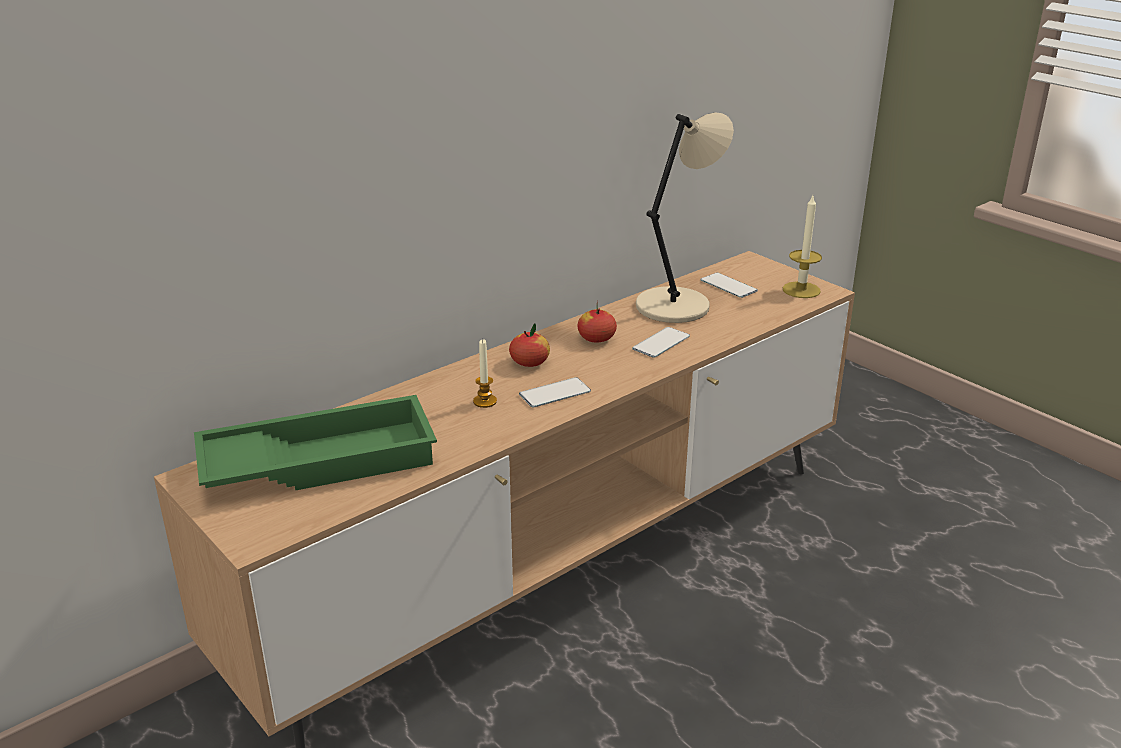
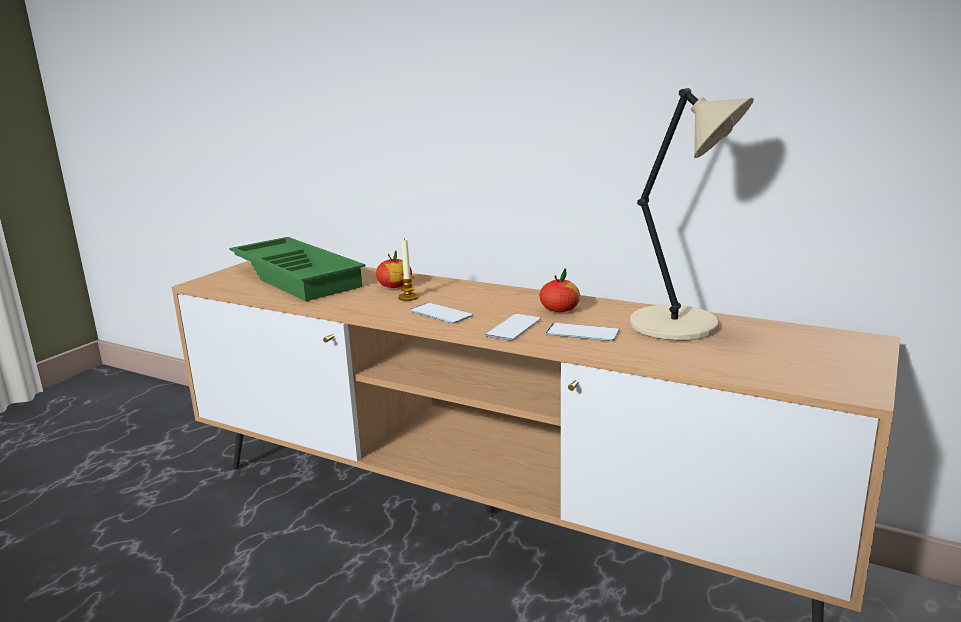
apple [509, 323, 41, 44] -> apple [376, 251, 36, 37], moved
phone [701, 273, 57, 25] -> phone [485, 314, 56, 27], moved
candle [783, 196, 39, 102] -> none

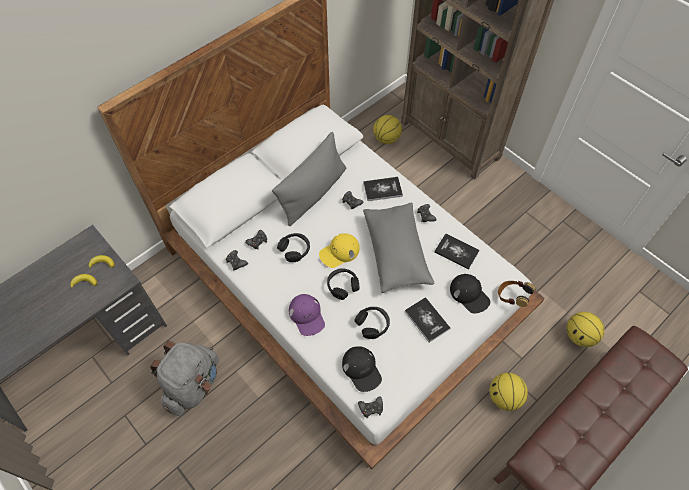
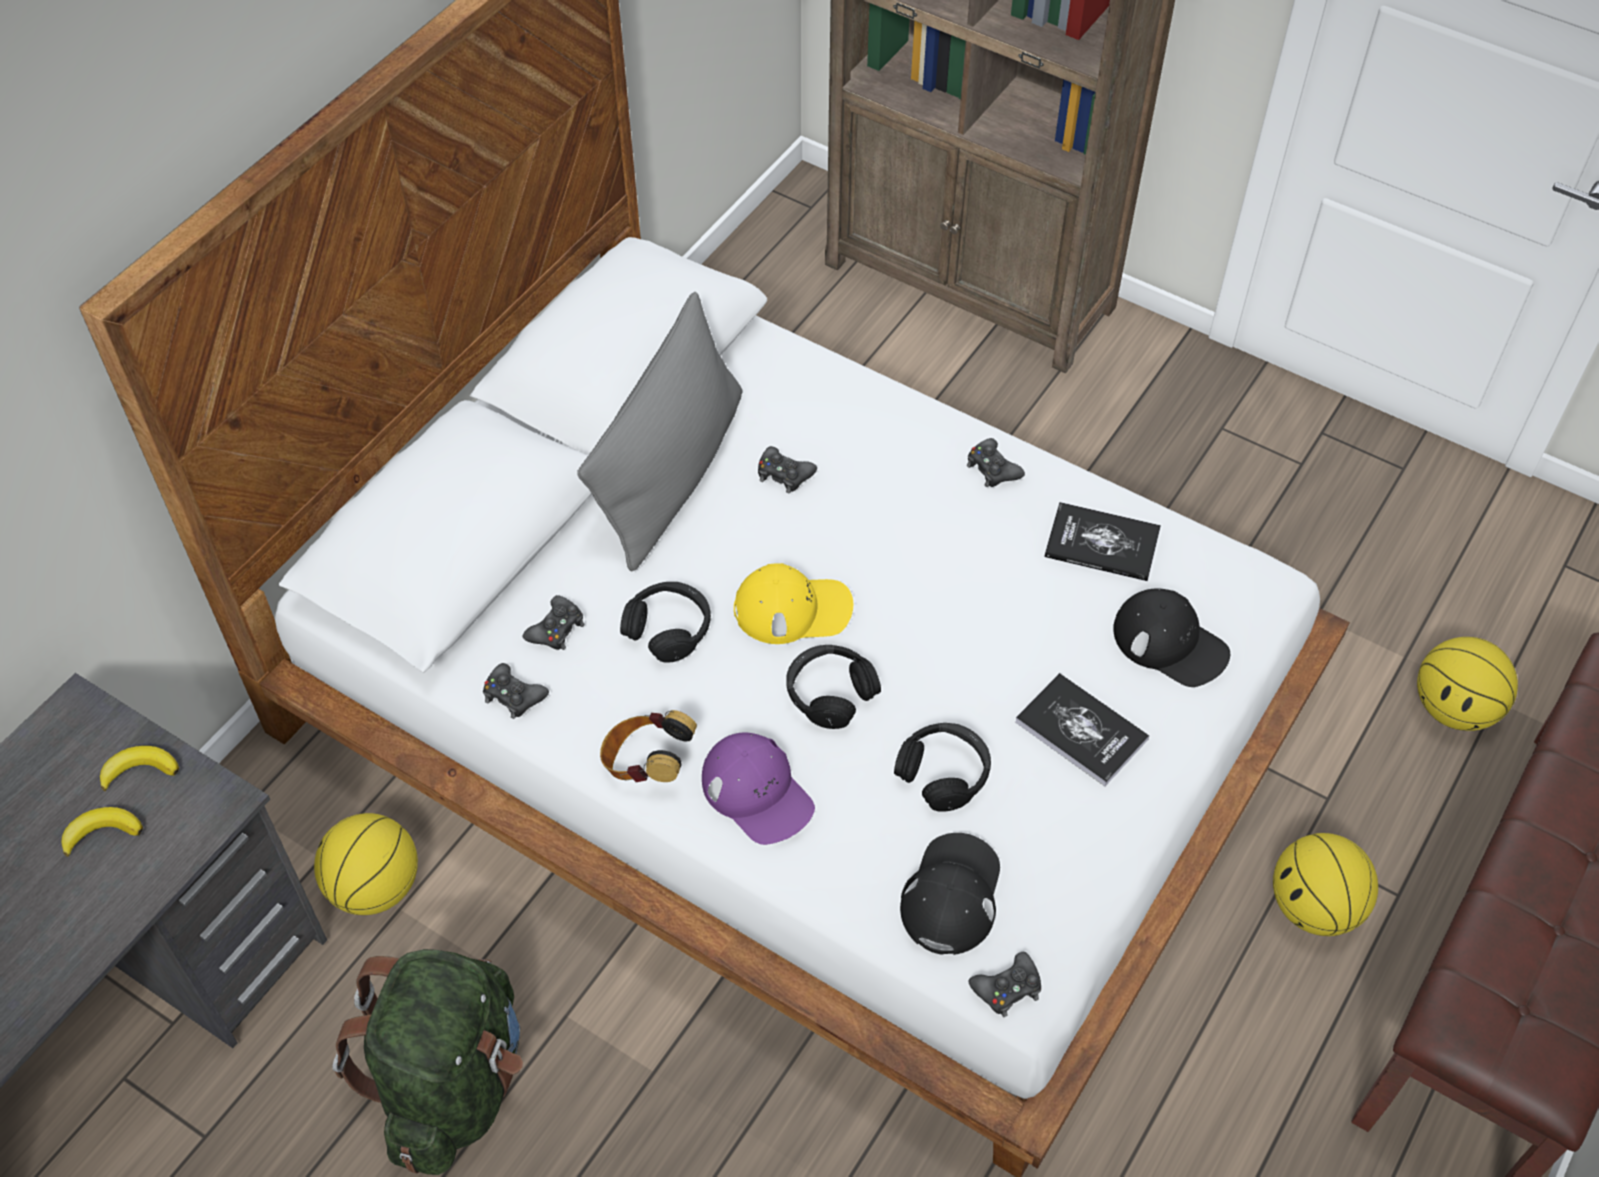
grey backpack [150, 340, 69, 76] -> green backpack [332, 949, 191, 226]
yellow cap [319, 233, 41, 35] -> yellow cap [734, 563, 119, 81], 135 degrees counterclockwise
black cap [342, 346, 40, 46] -> black cap [900, 833, 100, 122], 120 degrees counterclockwise
book [363, 177, 40, 24] -> none
grey pillow [363, 203, 72, 90] -> none
basketball [373, 115, 29, 29] -> basketball [314, 813, 104, 102], moved
headphones [498, 281, 38, 26] -> headphones [600, 710, 97, 72], moved

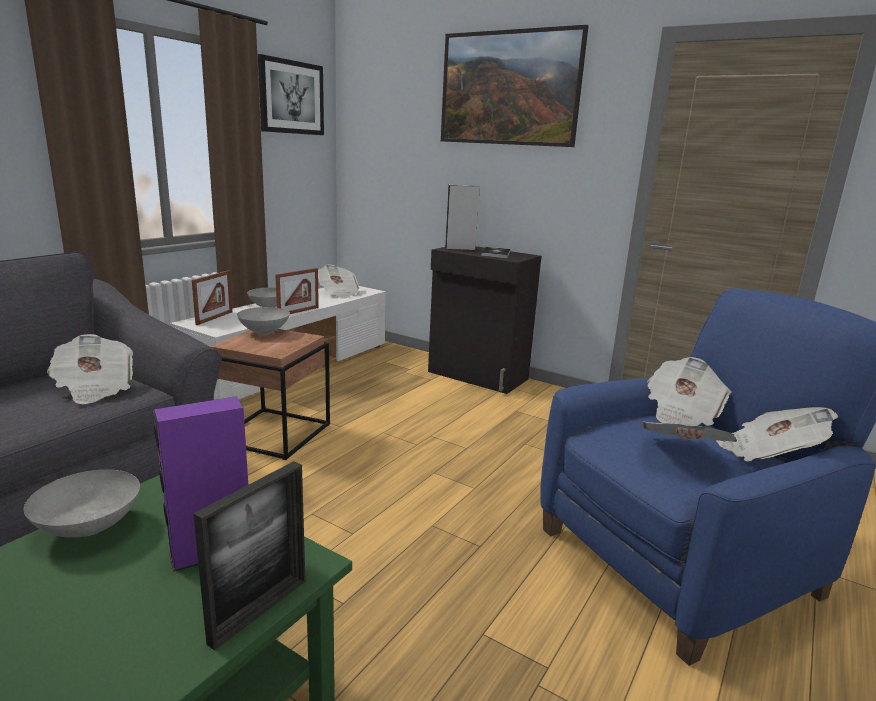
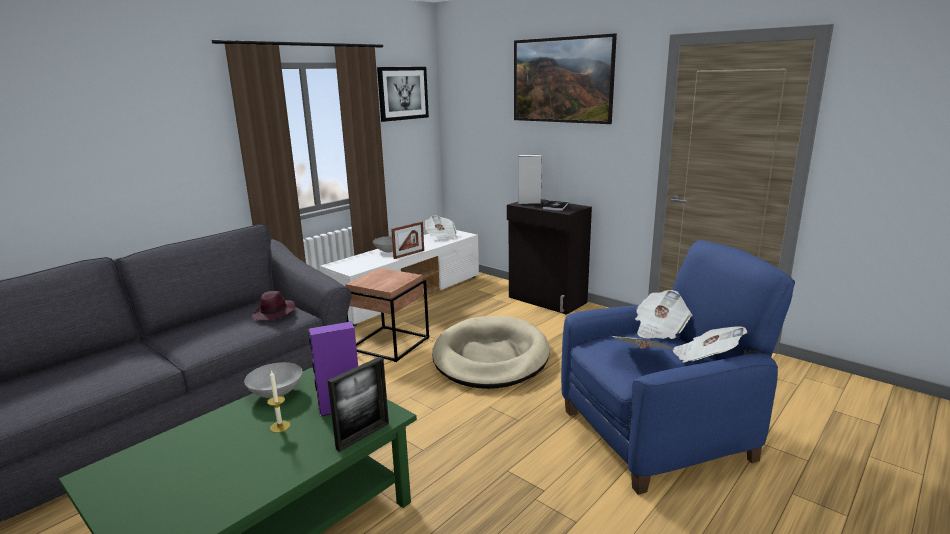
newspaper [47, 334, 86, 70] -> purple hat [251, 291, 44, 30]
picture frame [192, 270, 40, 55] -> none
grey bowl [237, 307, 53, 27] -> none
none -> candle [267, 370, 24, 63]
none -> beige dog bed [432, 316, 118, 73]

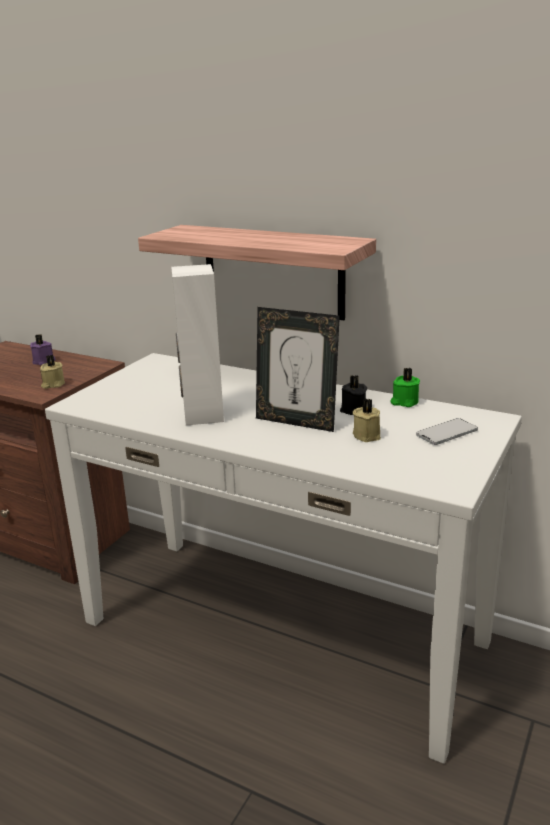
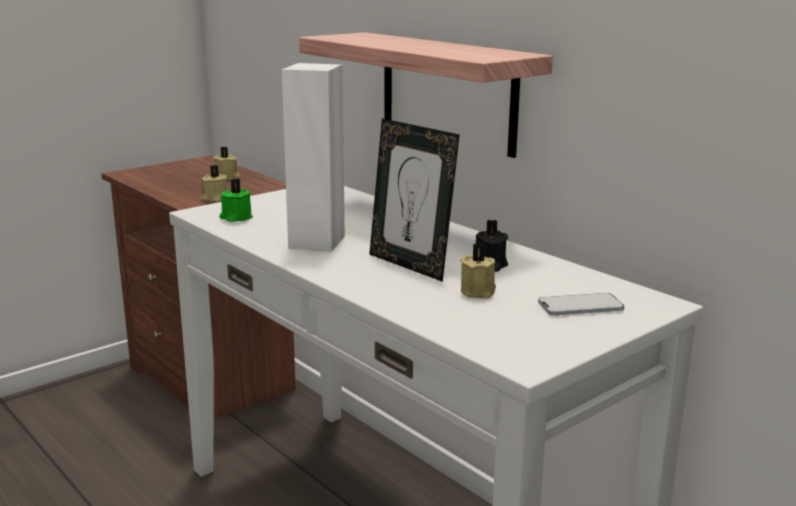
purple candle [30, 334, 26, 31] -> beige candle [214, 147, 26, 33]
green candle [390, 368, 30, 39] -> green candle [219, 179, 34, 43], moved

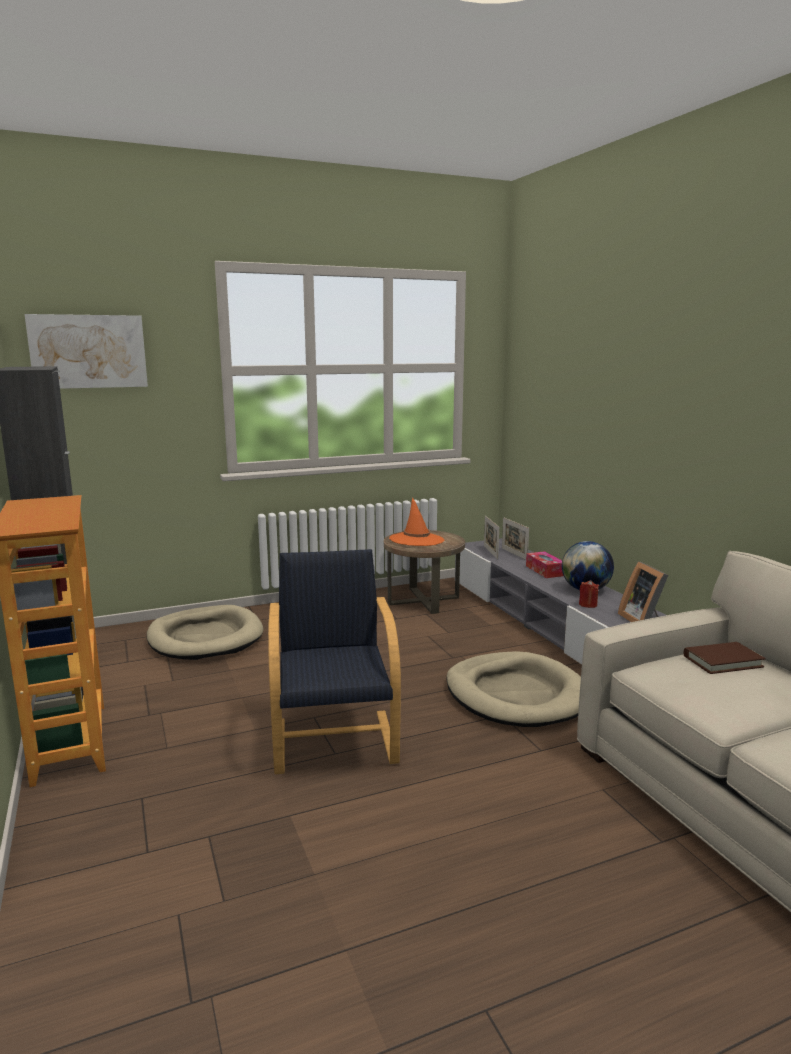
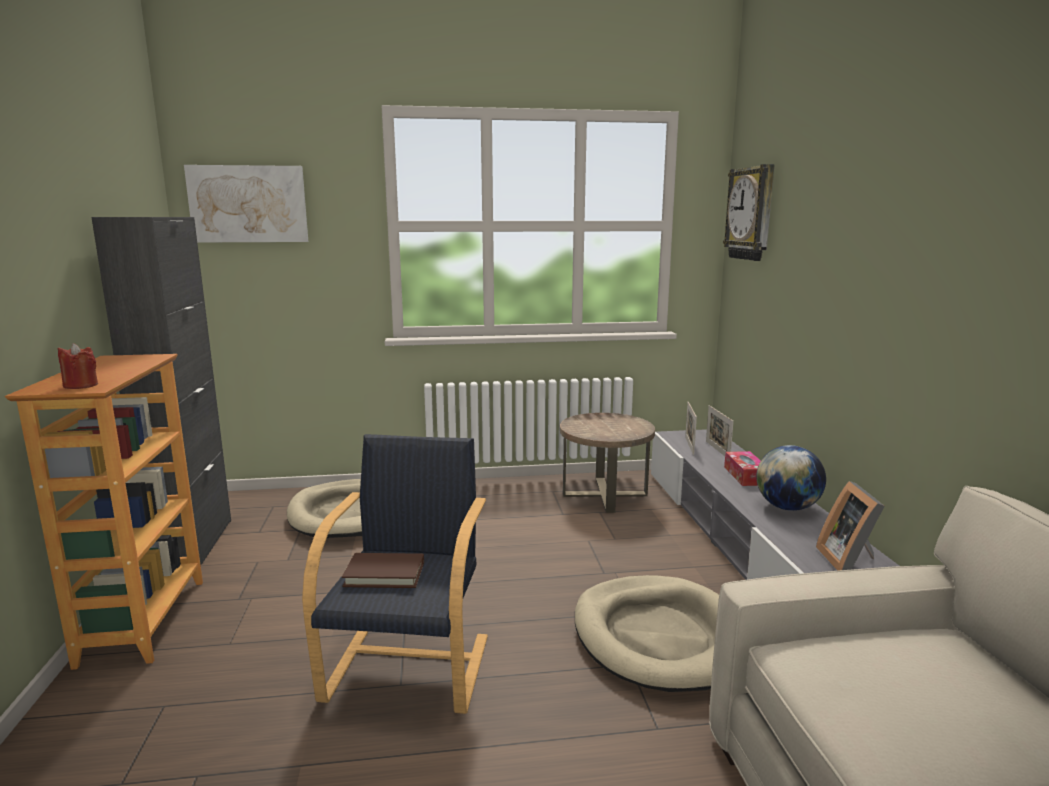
orange hat [389, 498, 55, 48] -> none
red candle [579, 580, 20, 28] -> red candle [58, 343, 40, 46], moved
brown book [684, 642, 82, 32] -> brown book [342, 553, 82, 35], moved
none -> wall clock [723, 164, 52, 97]

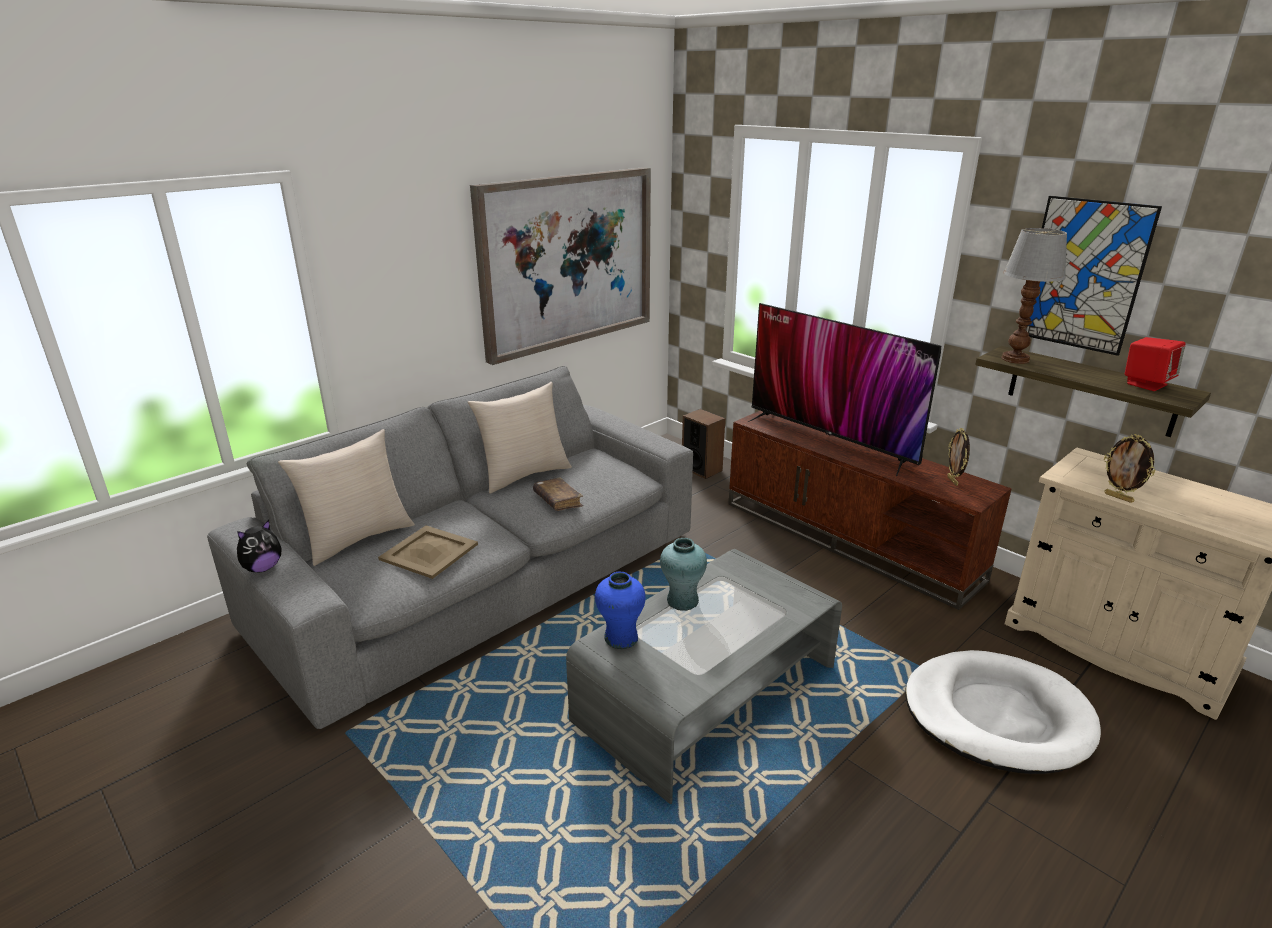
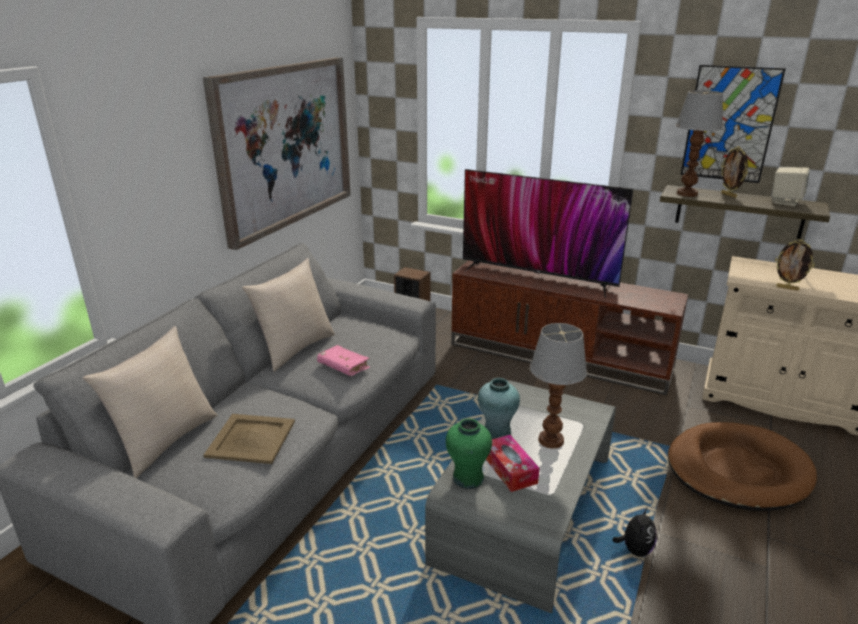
plush toy [237, 520, 44, 52] -> plush toy [612, 508, 45, 49], moved
brown book [533, 477, 50, 34] -> pink book [317, 345, 53, 31]
blue vase [595, 572, 51, 77] -> green vase [446, 418, 46, 71]
white dog bed [905, 650, 196, 124] -> brown dog bed [668, 422, 149, 89]
picture frame [947, 428, 23, 58] -> picture frame [721, 146, 27, 52], moved
red speaker [1125, 337, 60, 54] -> beige speaker [772, 167, 38, 39]
none -> tissue box [486, 435, 53, 57]
none -> table lamp [530, 323, 57, 126]

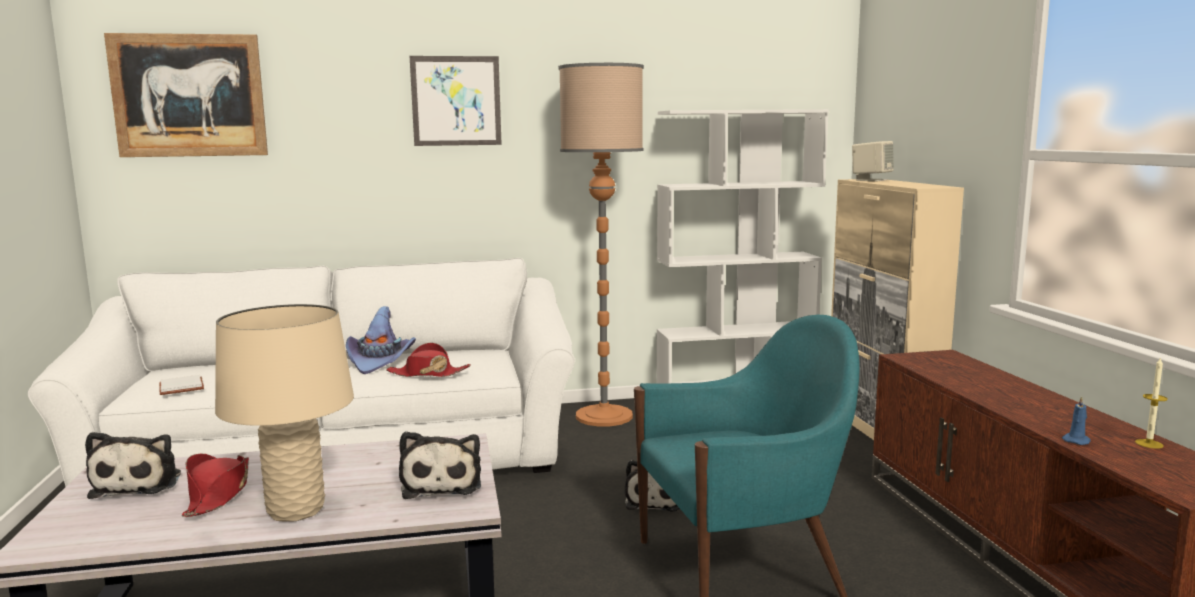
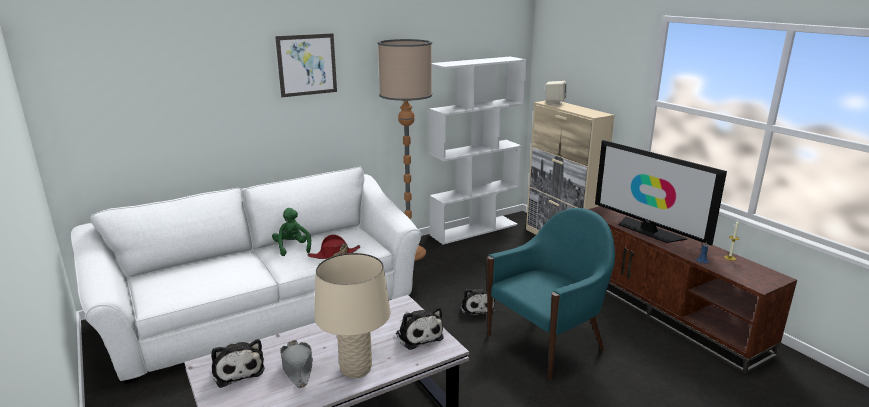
picture [104, 33, 164, 124] -> none
white book [159, 375, 45, 20] -> none
red hat [182, 454, 67, 63] -> grey hat [280, 340, 33, 48]
purple hat [346, 306, 70, 68] -> green plush toy [272, 208, 39, 48]
none -> television [595, 140, 132, 106]

